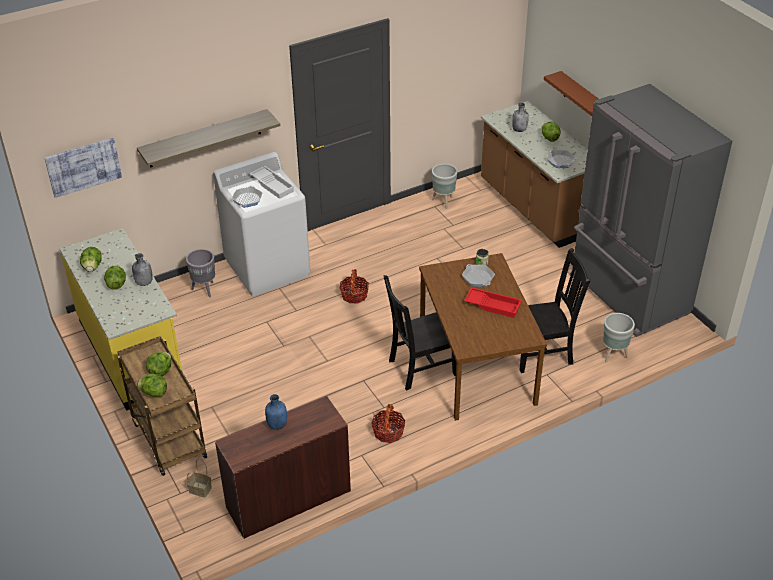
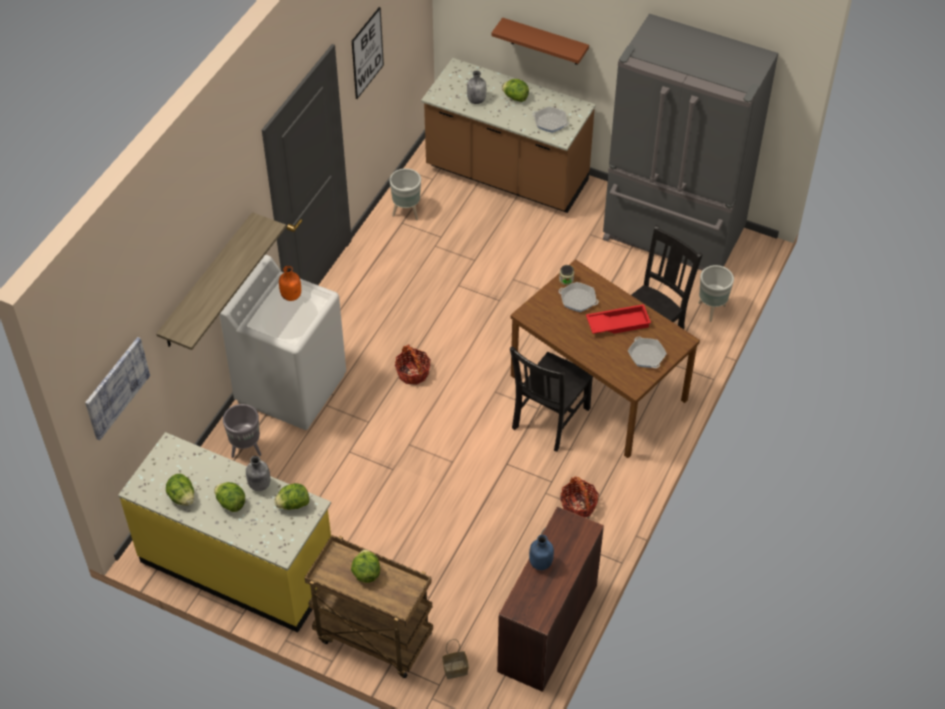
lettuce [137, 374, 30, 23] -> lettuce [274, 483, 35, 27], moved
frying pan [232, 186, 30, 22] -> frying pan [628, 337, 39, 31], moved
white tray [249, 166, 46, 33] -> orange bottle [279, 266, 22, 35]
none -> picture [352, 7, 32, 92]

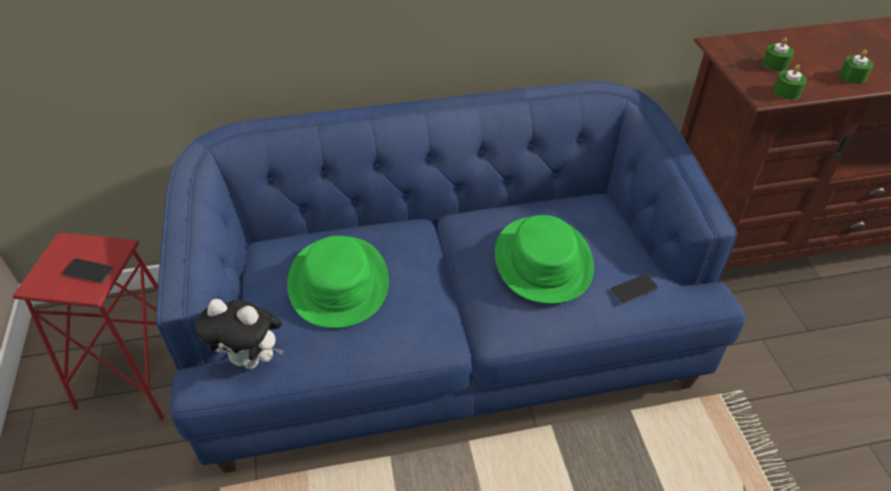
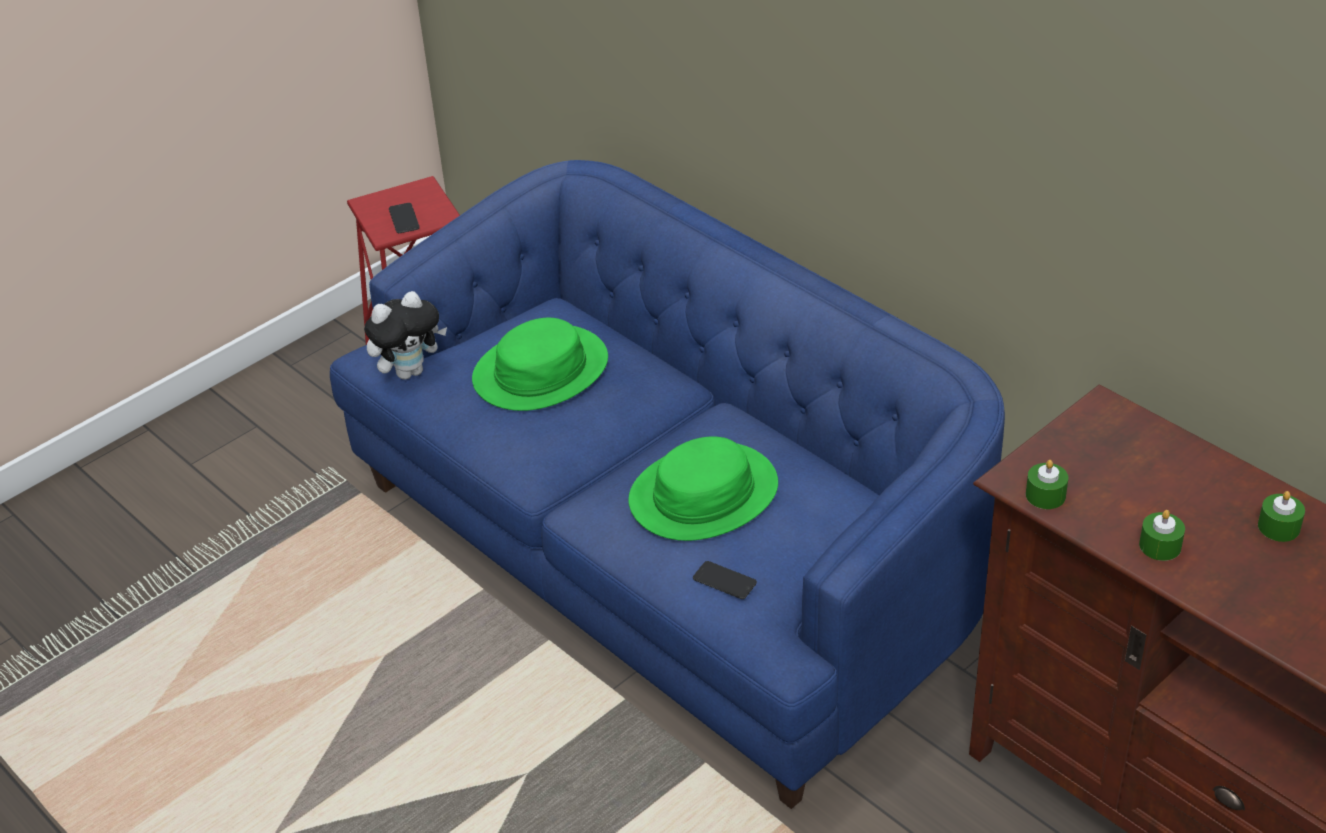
plush toy [195, 299, 89, 70] -> plush toy [364, 291, 83, 89], 105 degrees counterclockwise
green candle [762, 37, 32, 34] -> green candle [1258, 491, 47, 51], moved

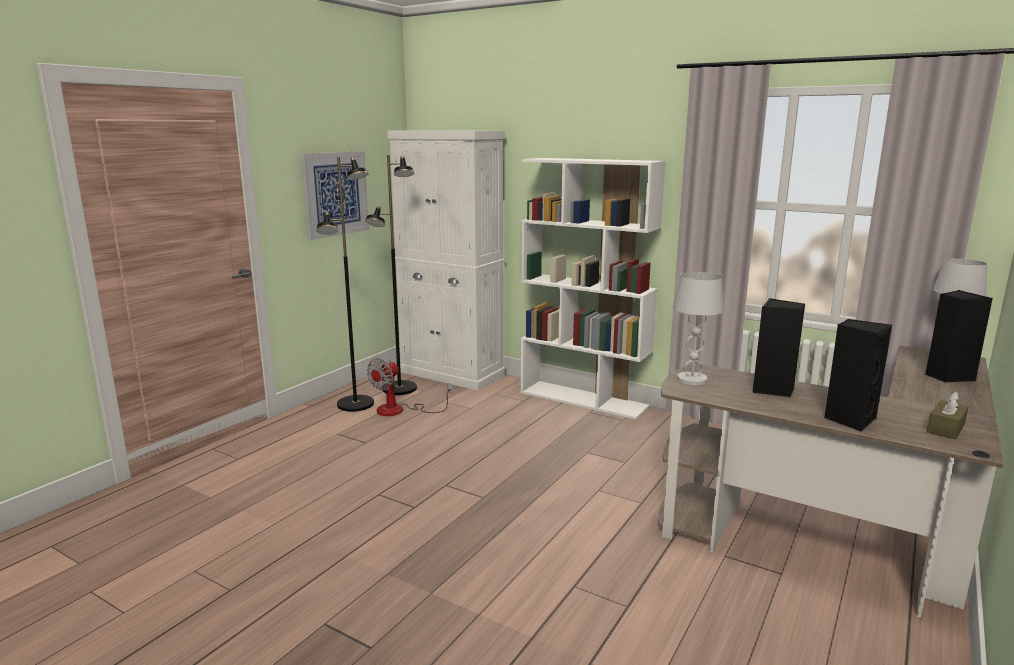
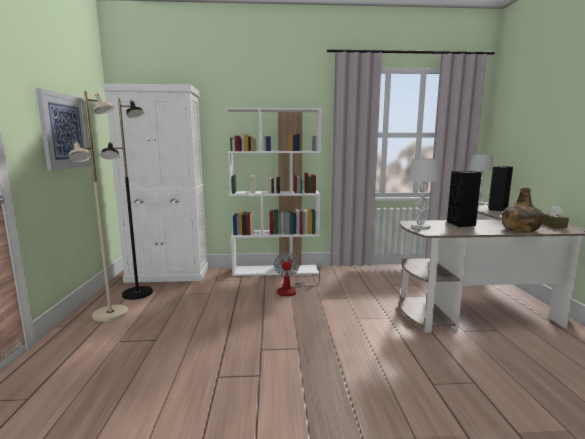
black floor lamp [316, 157, 58, 255] -> beige floor lamp [69, 91, 59, 231]
fan [367, 358, 86, 58] -> fan [274, 252, 48, 44], moved
black speaker [825, 319, 67, 113] -> green bottle [502, 188, 42, 44]

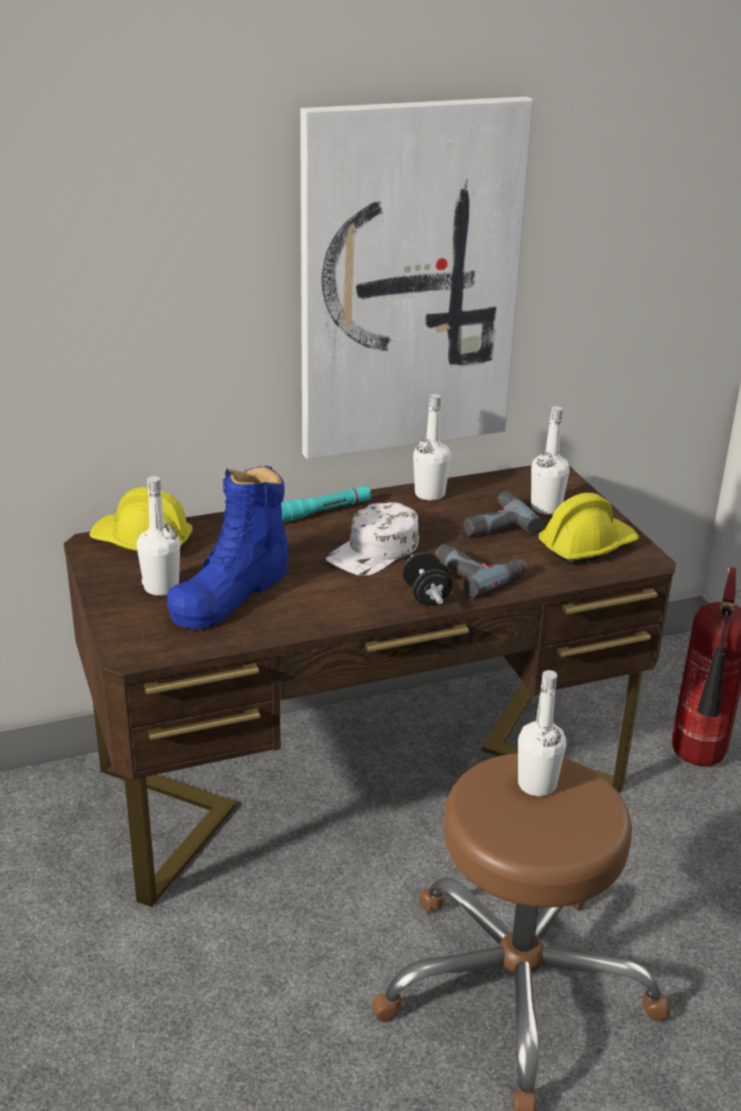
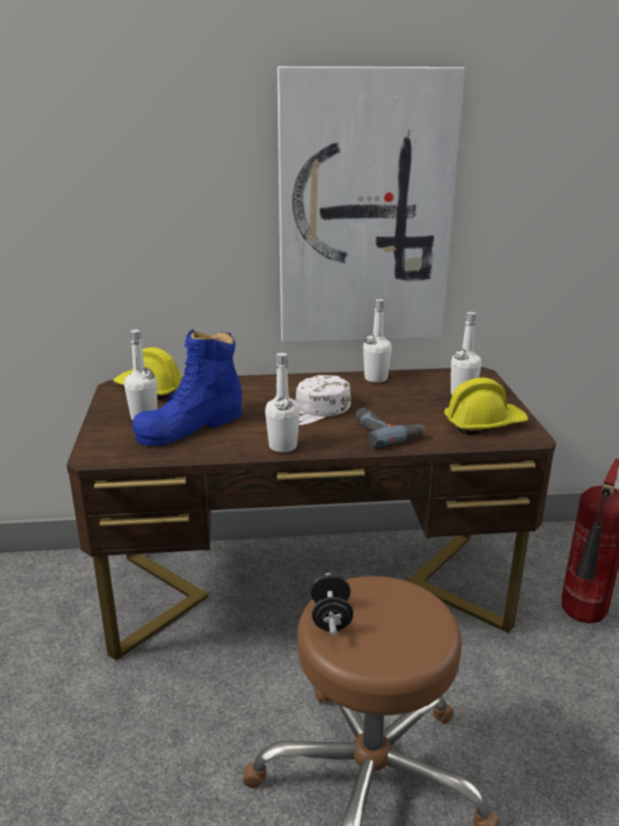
turquoise flashlight [281, 486, 90, 37] -> none
black dumbbell [402, 552, 50, 54] -> black dumbbell [311, 573, 42, 63], moved
power drill [464, 491, 79, 45] -> none
white bottle [518, 670, 49, 126] -> white bottle [265, 353, 35, 100], moved

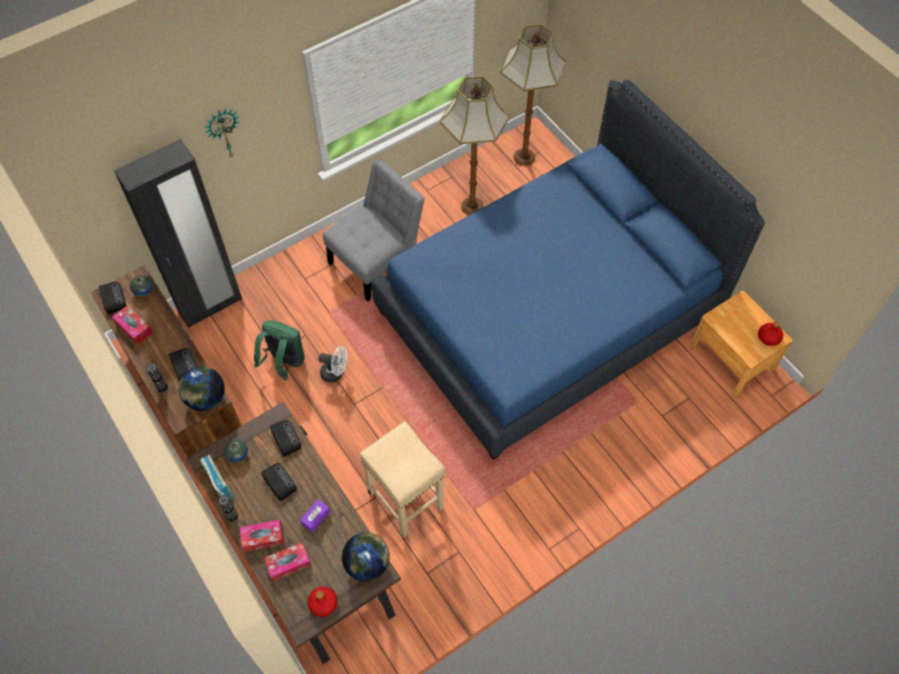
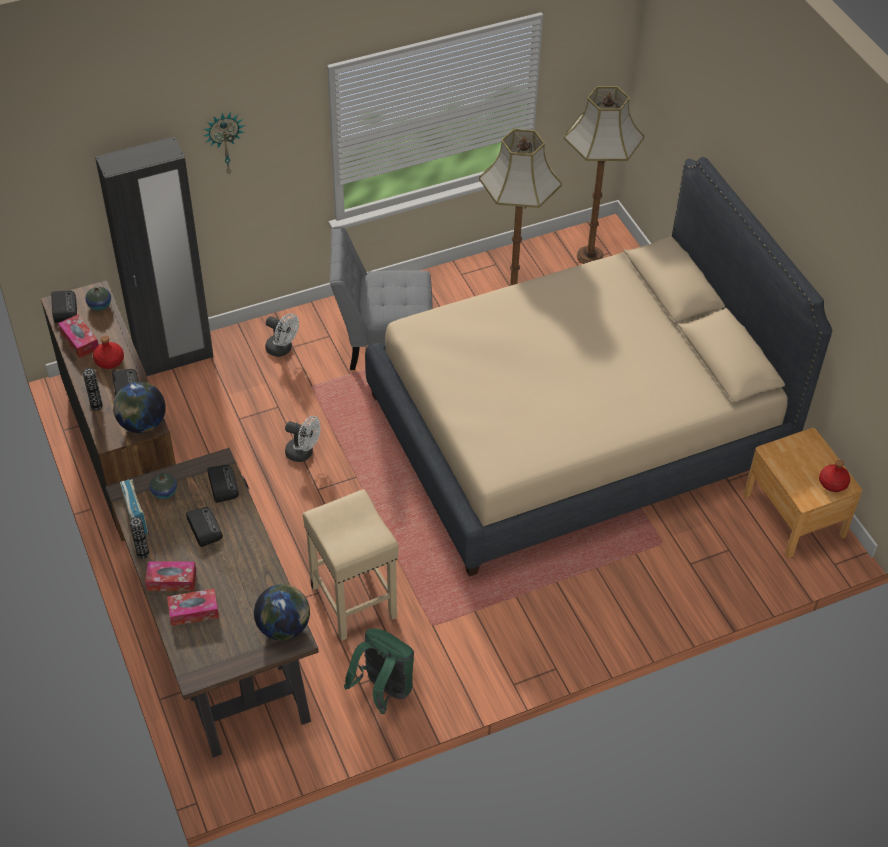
green backpack [254, 321, 51, 59] -> green backpack [344, 628, 70, 86], moved
purple tissue box [300, 499, 30, 34] -> none
red bottle [307, 586, 30, 31] -> red bottle [93, 336, 31, 33], moved
grey chair [323, 159, 102, 142] -> grey chair [330, 226, 103, 144], 150 degrees counterclockwise
blue bed [371, 80, 394, 380] -> beige bed [365, 157, 467, 420]
none -> white fan [265, 313, 34, 44]

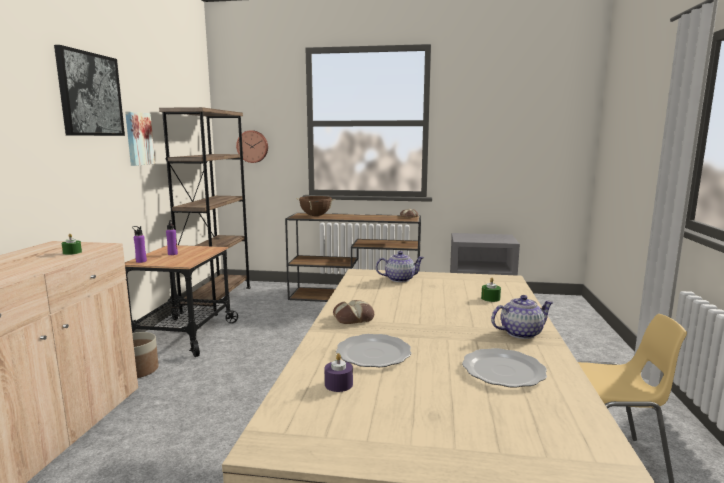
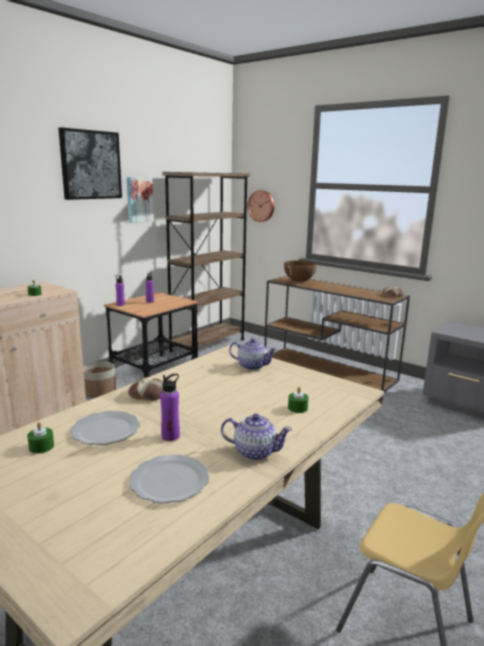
purple candle [325, 353, 28, 39] -> green candle [27, 422, 27, 32]
none -> purple bottle [160, 374, 20, 67]

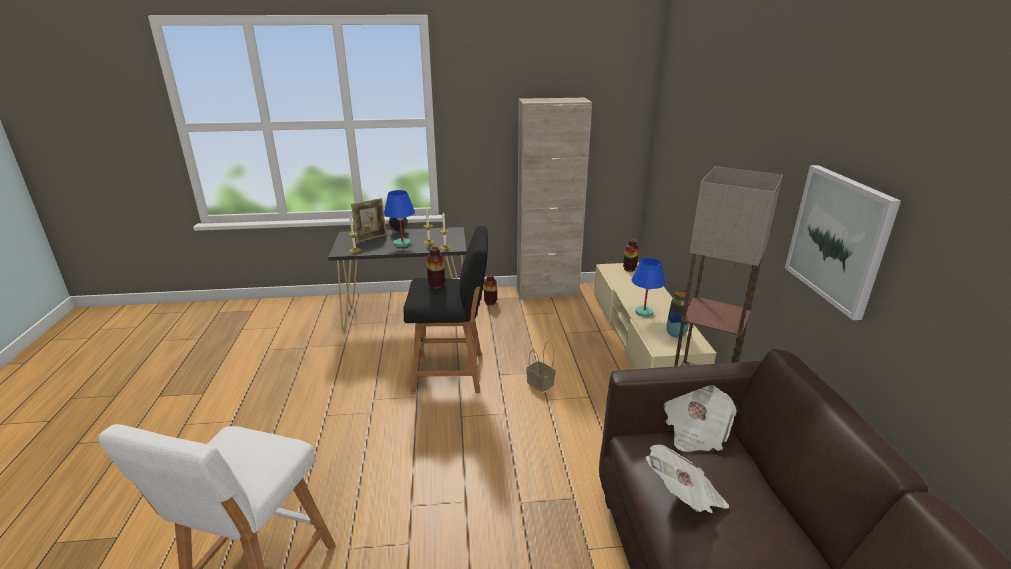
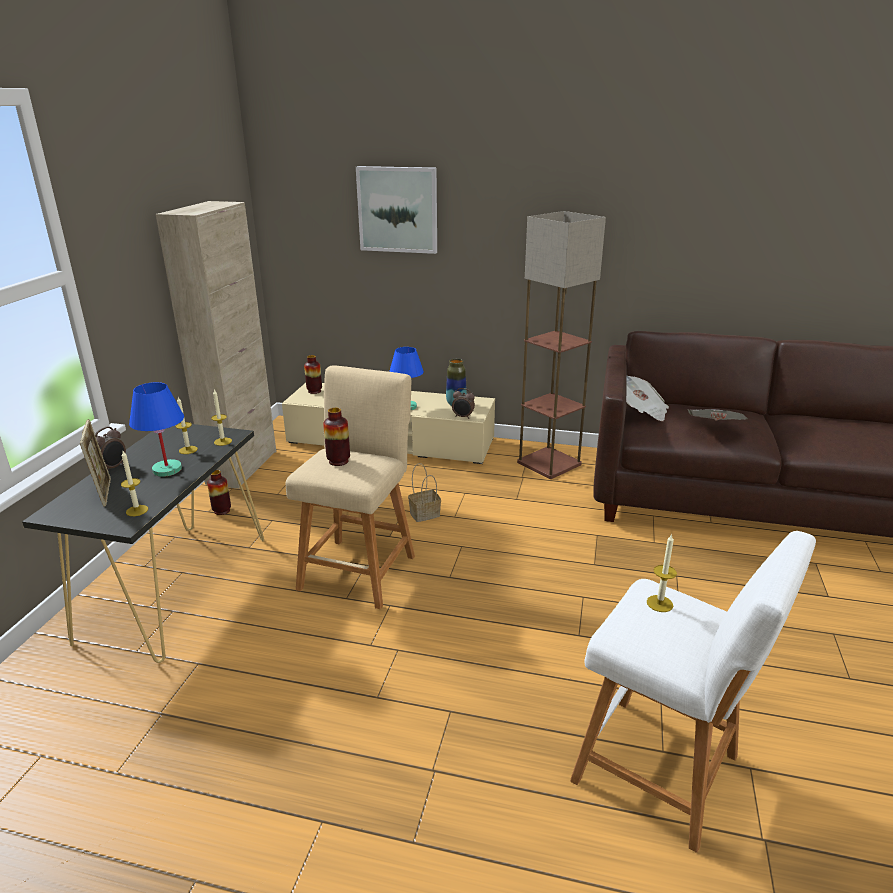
black stool [403, 226, 85, 168] -> beige stool [286, 365, 129, 244]
picture [785, 165, 116, 155] -> picture [356, 166, 81, 88], moved
none -> alarm clock [452, 388, 23, 31]
none -> candle [647, 533, 30, 79]

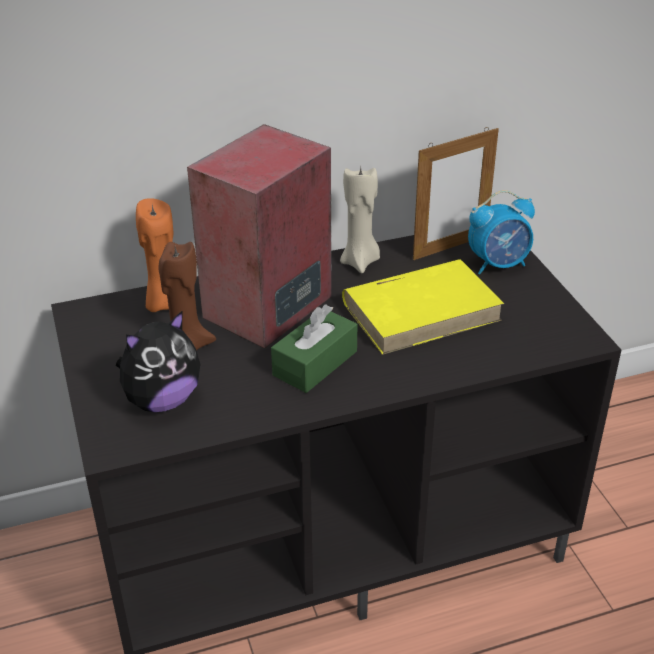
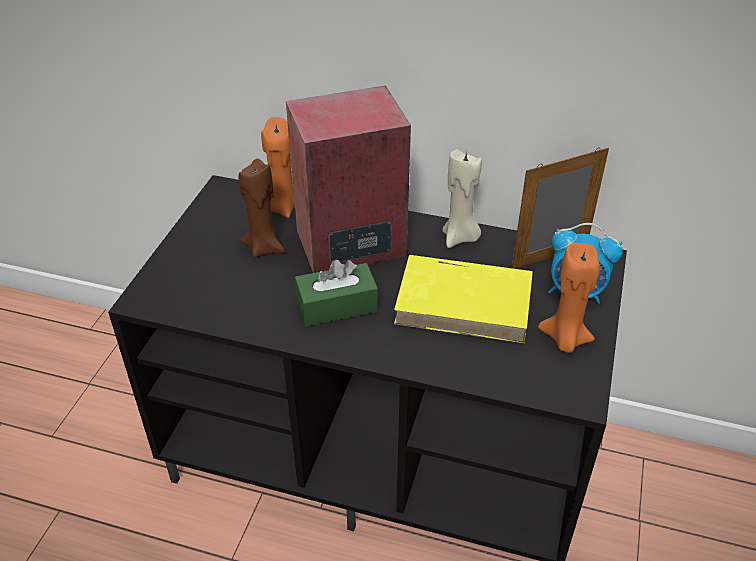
plush toy [116, 311, 85, 101] -> none
picture frame [413, 127, 86, 133] -> picture frame [512, 148, 97, 121], 150 degrees clockwise
none -> orange candle [538, 243, 62, 110]

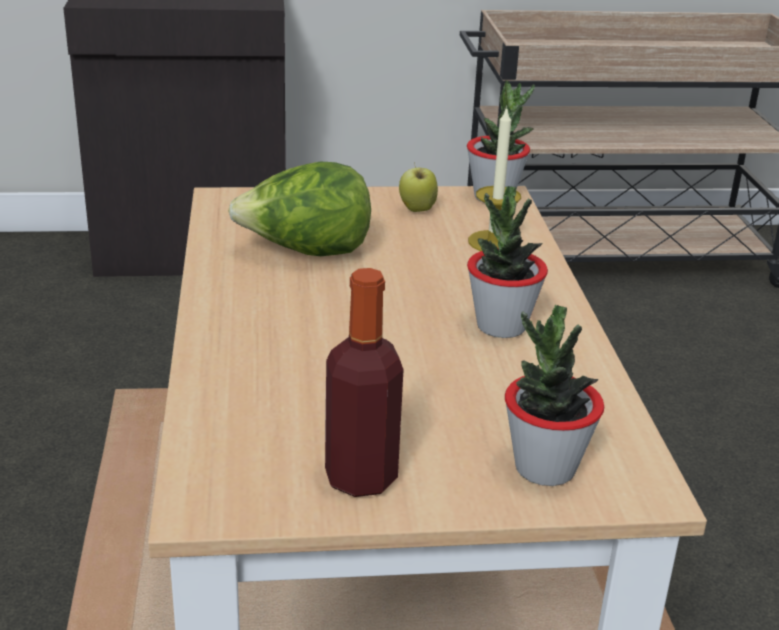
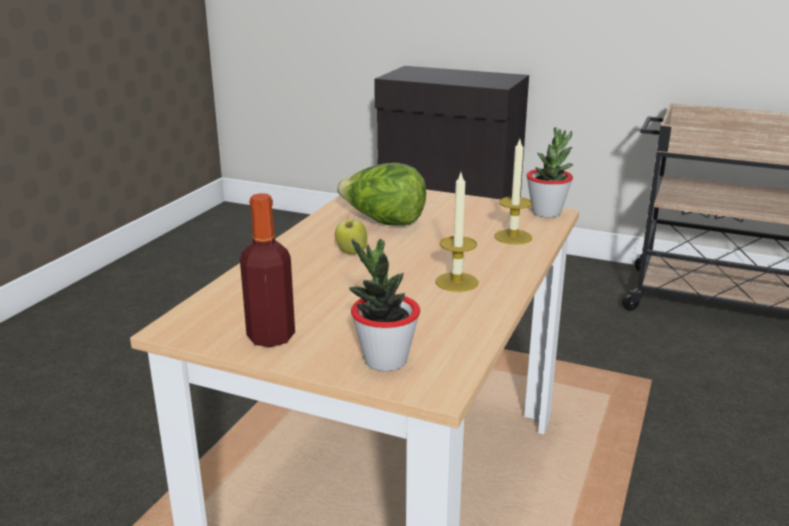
apple [399, 162, 39, 50] -> apple [335, 219, 32, 35], moved
potted plant [467, 186, 81, 152] -> candle [435, 173, 43, 119]

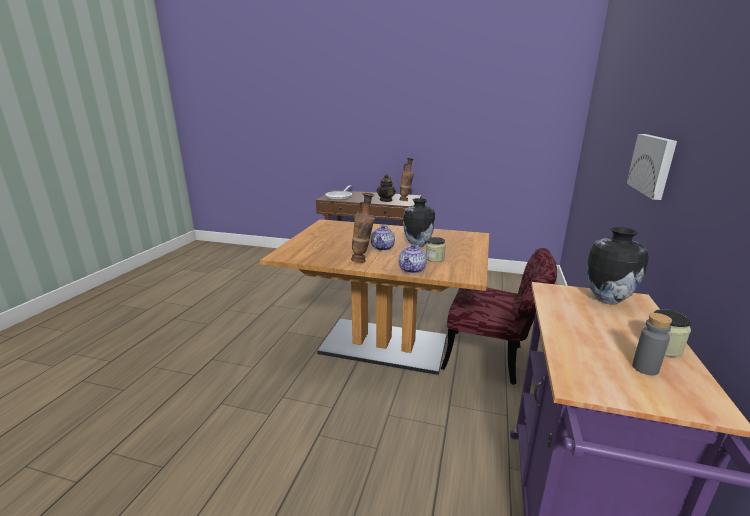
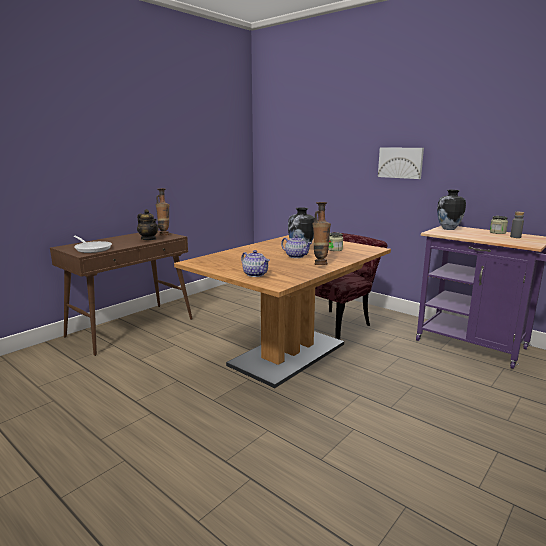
teapot [399, 244, 28, 29] -> teapot [241, 250, 29, 27], moved

